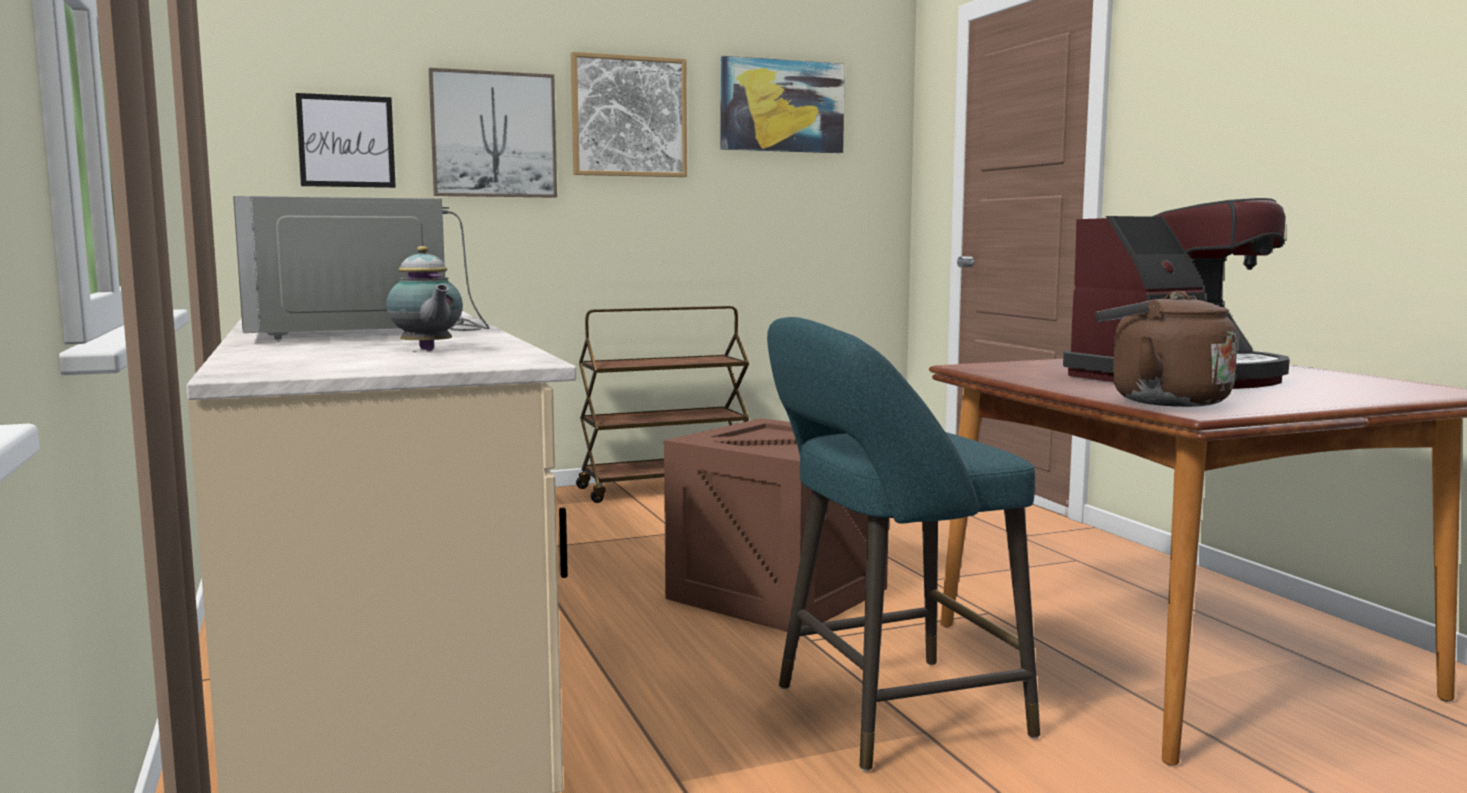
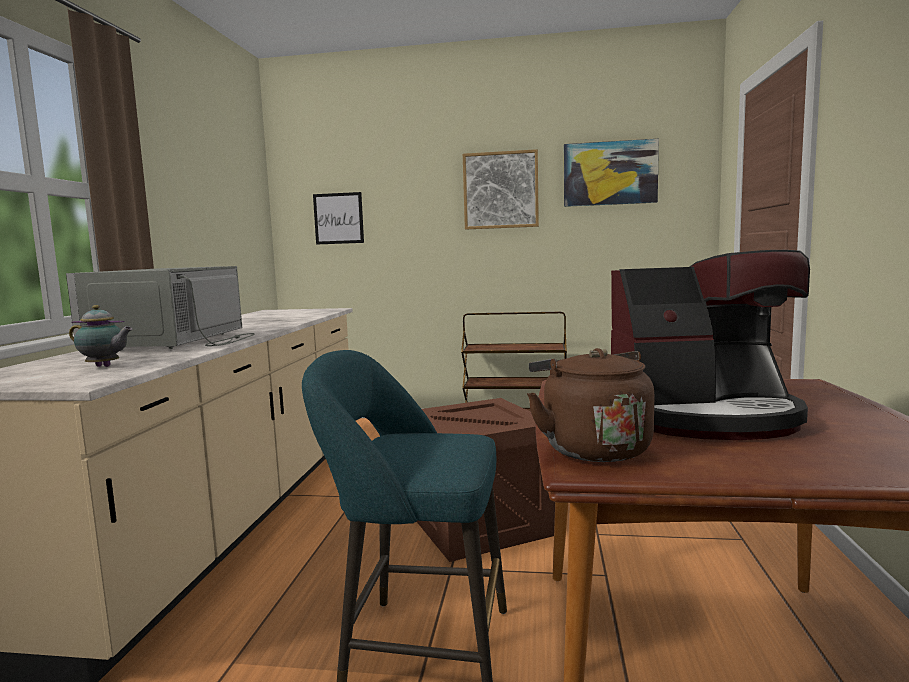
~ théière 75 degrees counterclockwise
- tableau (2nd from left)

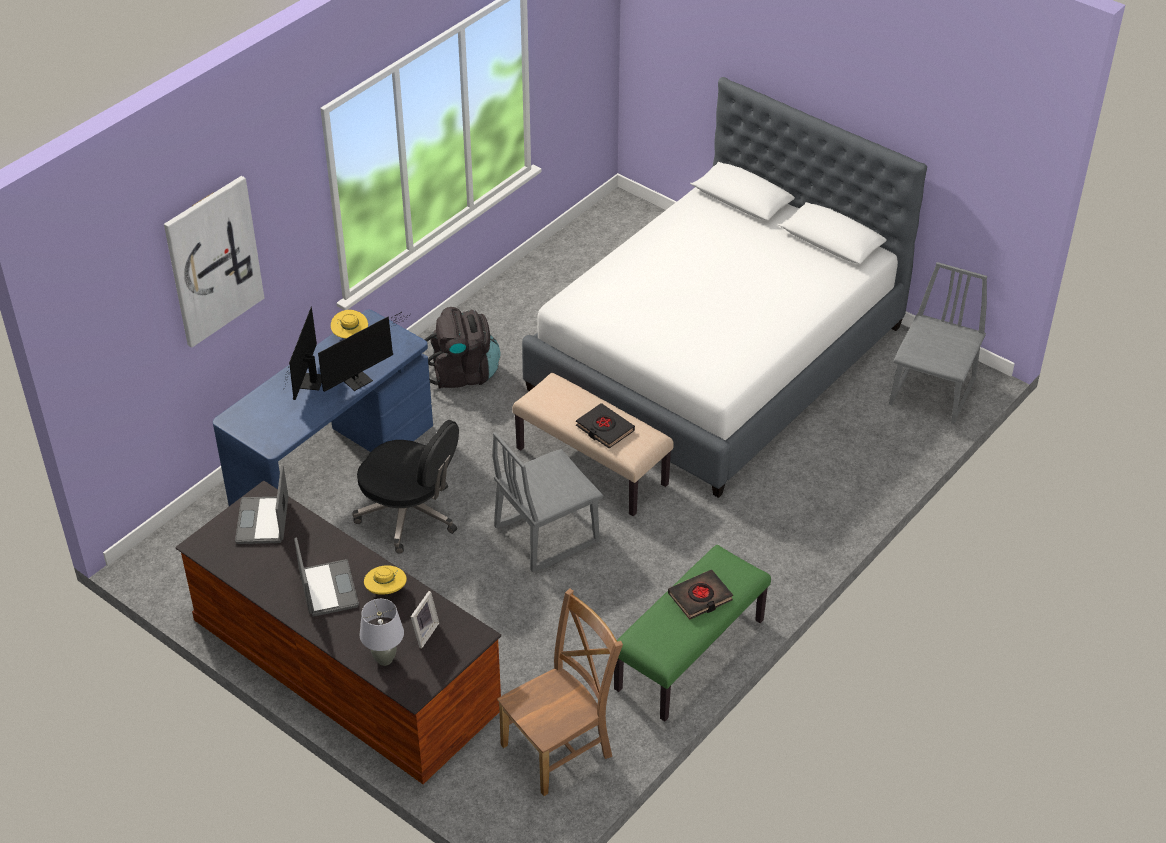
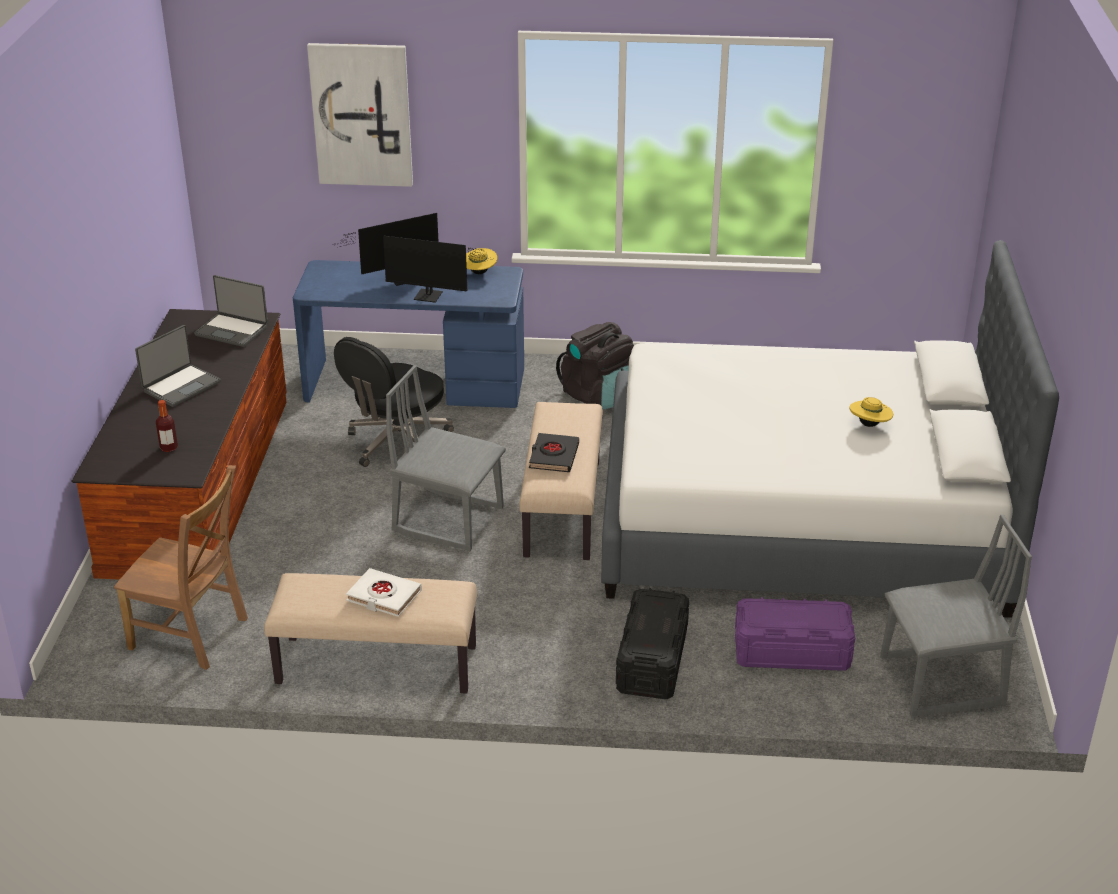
~ cadre photo to bouteille
~ ordinateur portable (1st from left in the first image) 120 degrees counterclockwise
~ banc (vert) to banc (beige) (1st from left)
~ chaise de bureau (noir) 45 degrees clockwise
~ livre (noir) (2nd from left) to livre (blanc)
+ boîte de rangement (noir)
+ boîte de rangement (violet)
~ chapeau (jaune) (2nd from left)
- lampe de table (gris)

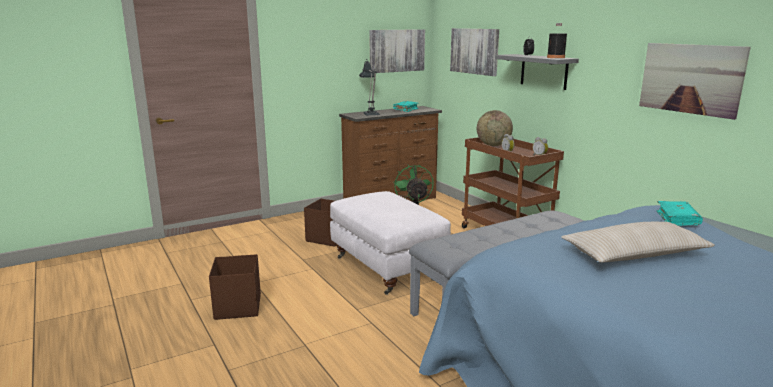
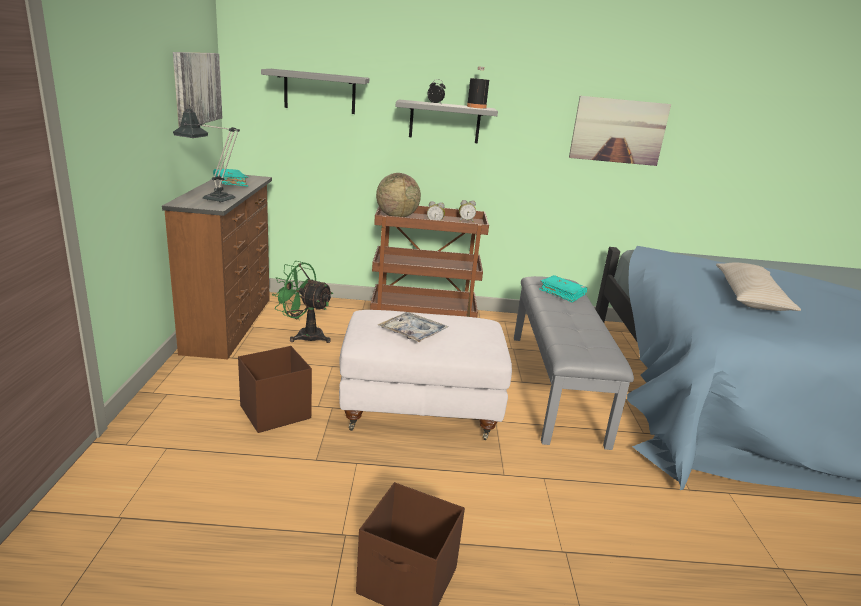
~ tableau (2nd from left) to étagère (gris) (1st from left)
+ plateau
~ livre (turquoise) (2nd from left)

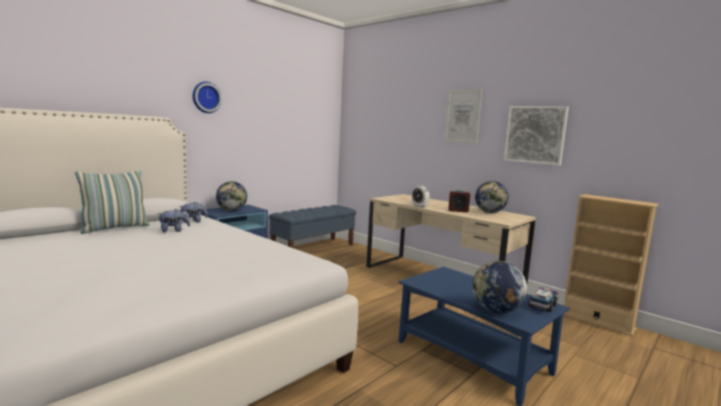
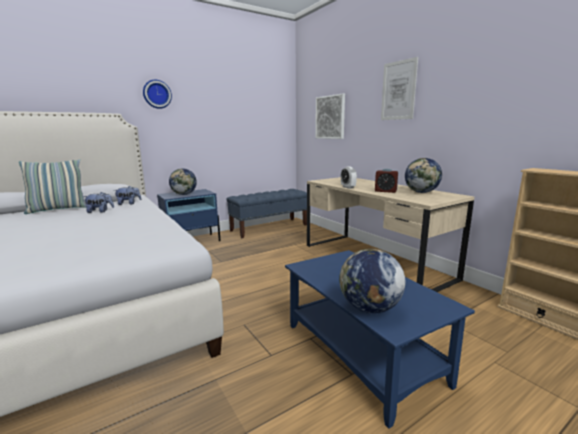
~ tableau (2nd from left in the first image) to tableau (1st from left)
- camion jouet

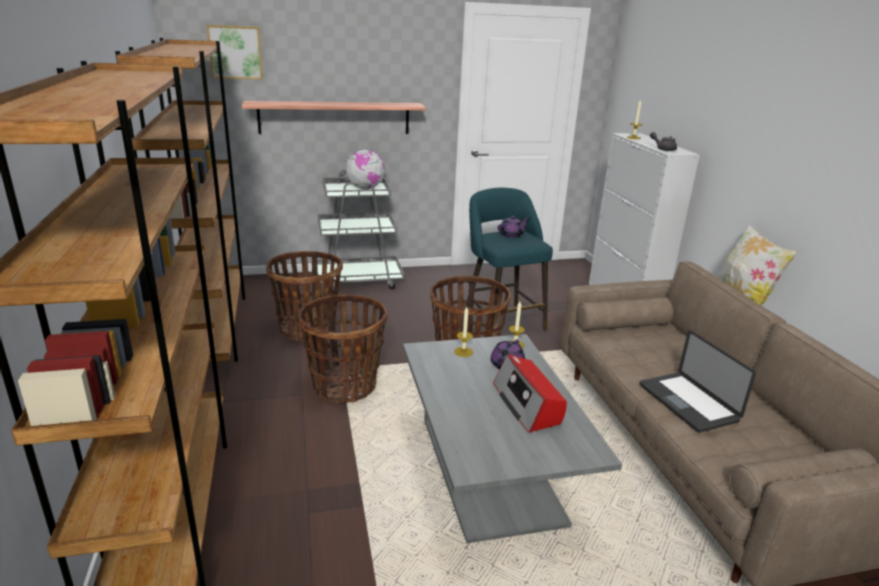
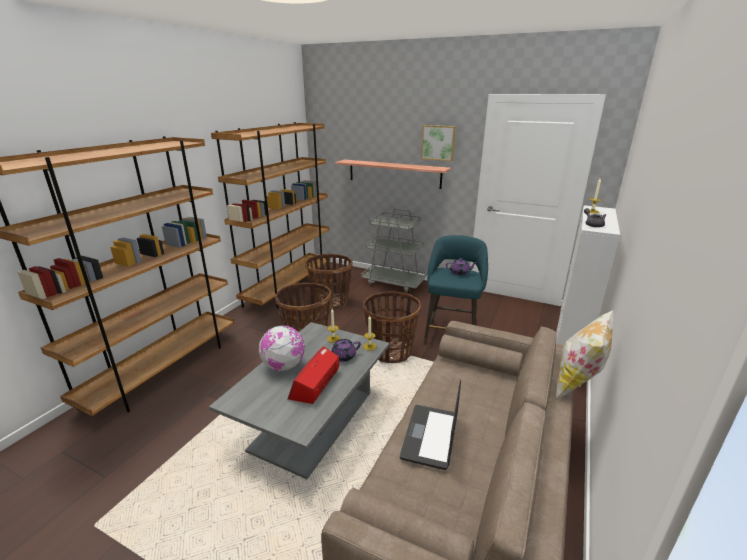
~ globe
~ tableau

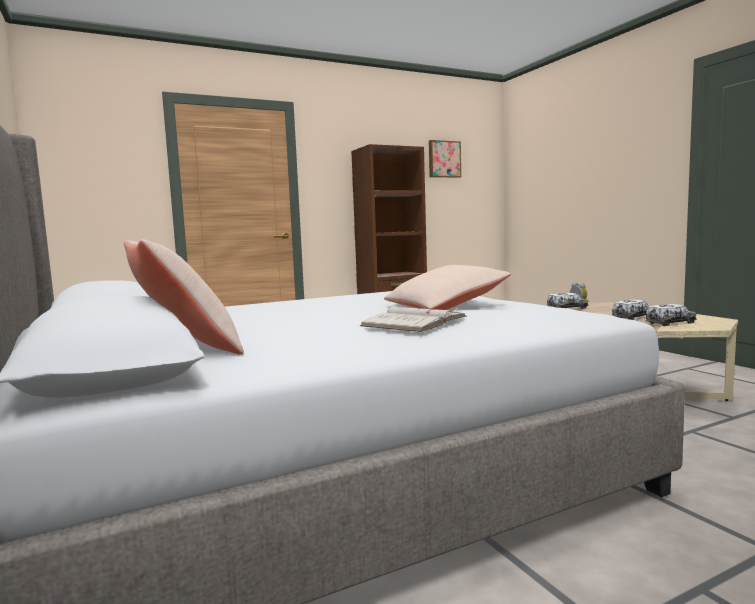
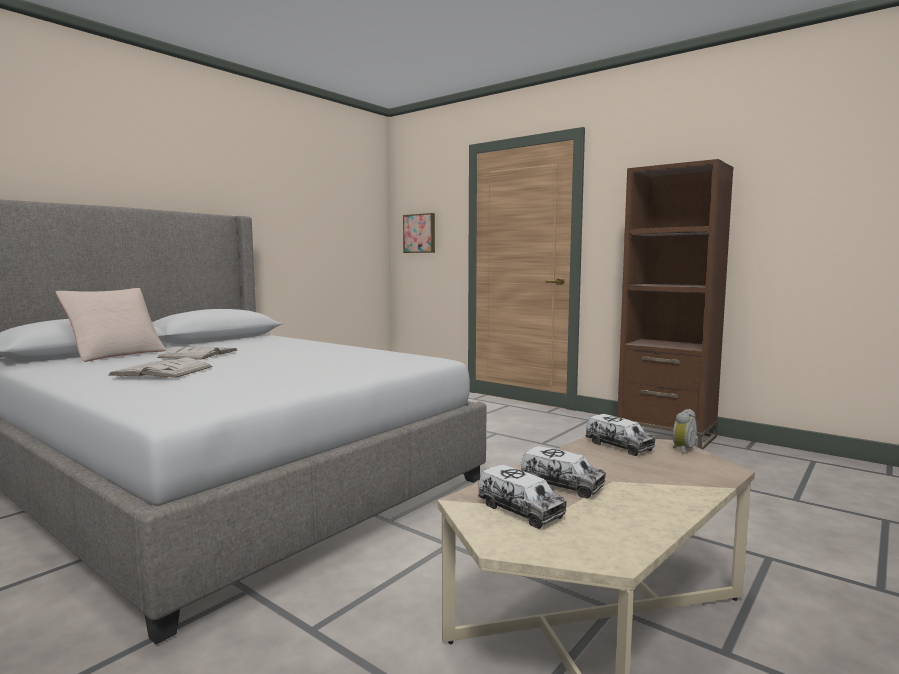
+ livre (blanc) (2nd from left)
~ tableau
- coussin (beige) (2nd from left)

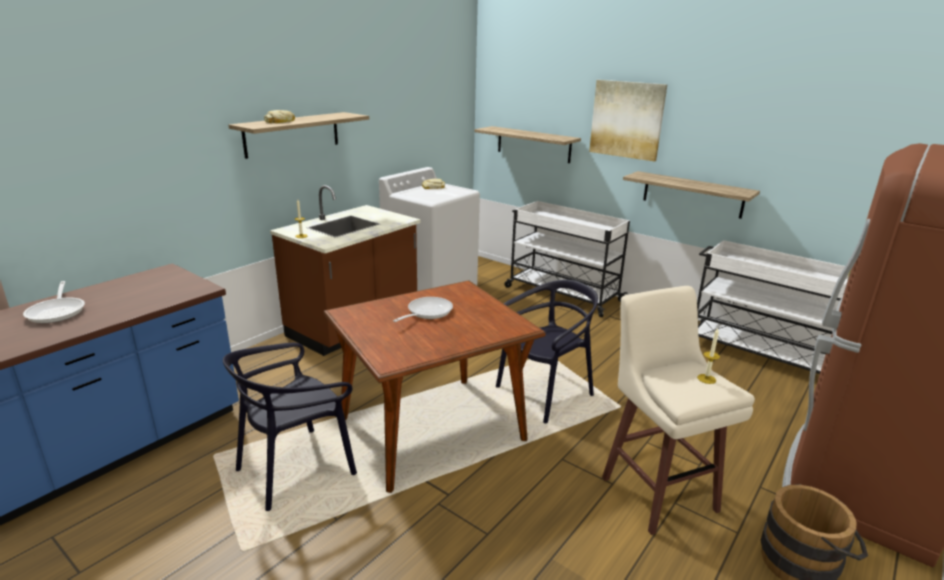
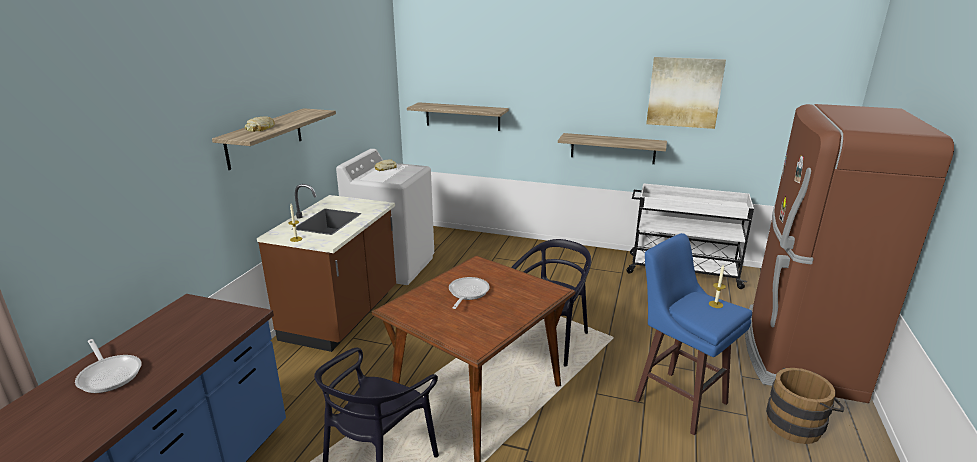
~ tabouret (beige) to tabouret (bleu)
~ tableau
- chariot (blanc) (1st from left)

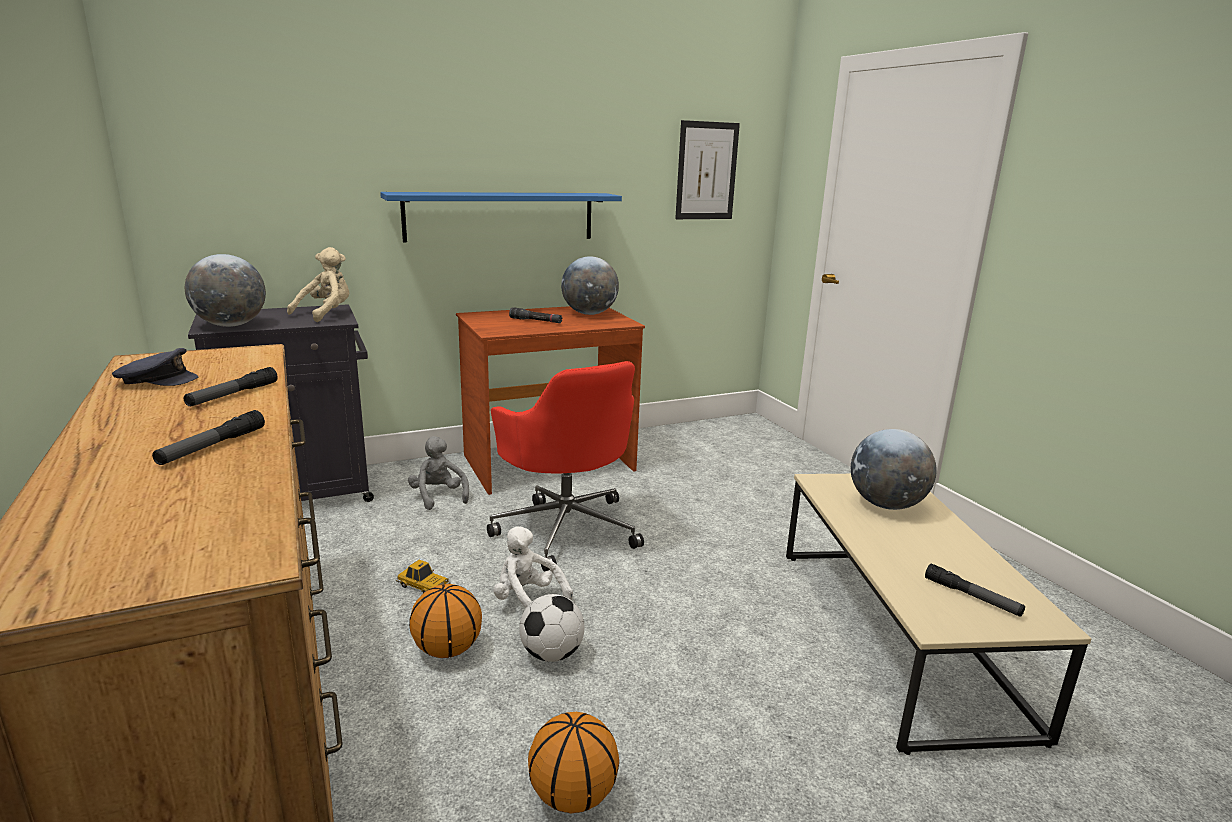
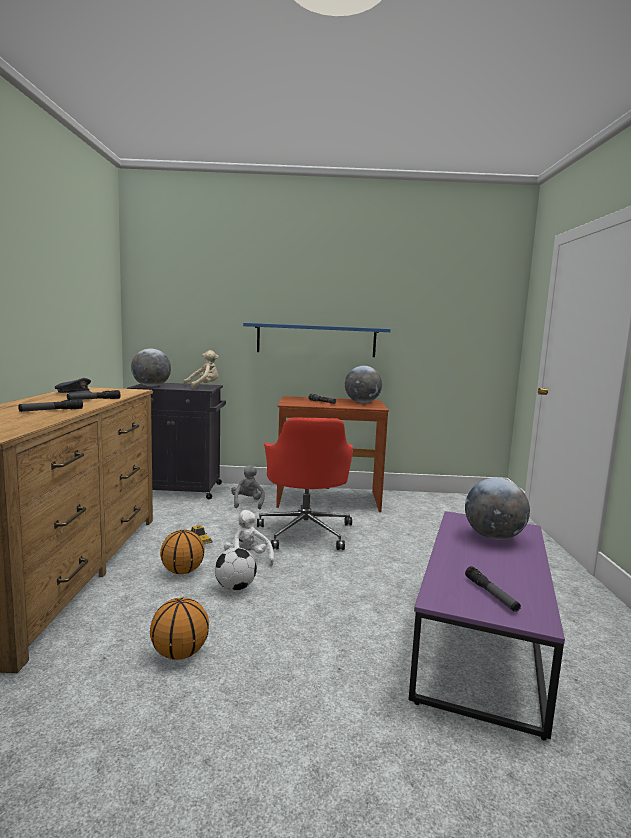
~ table basse (beige) to table basse (violet)
- tableau

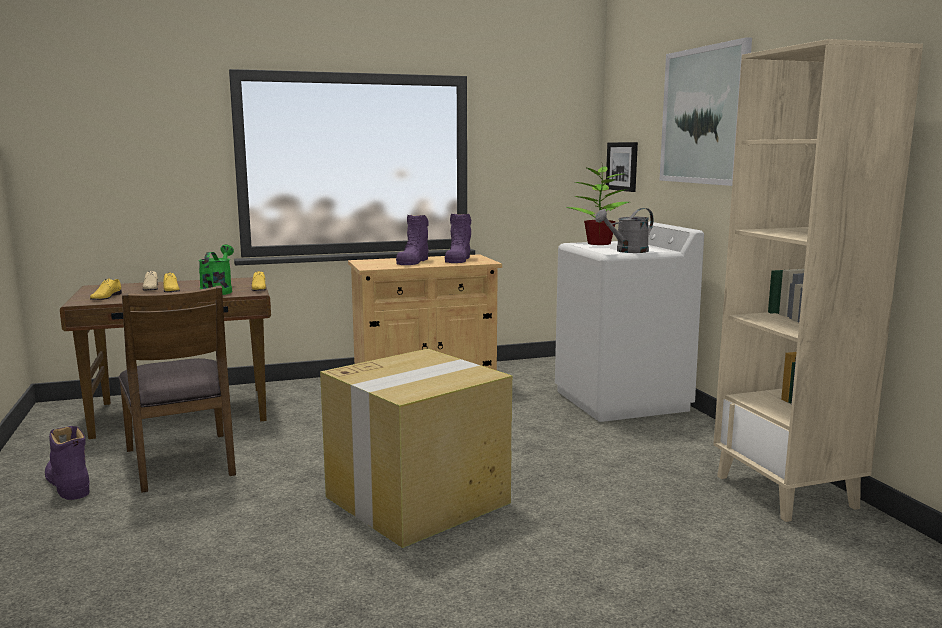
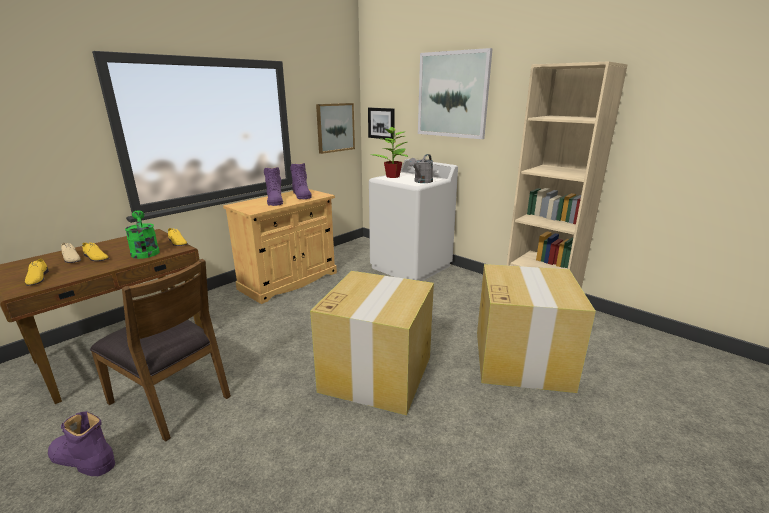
+ tableau (1st from left)
+ carton (2nd from left)

